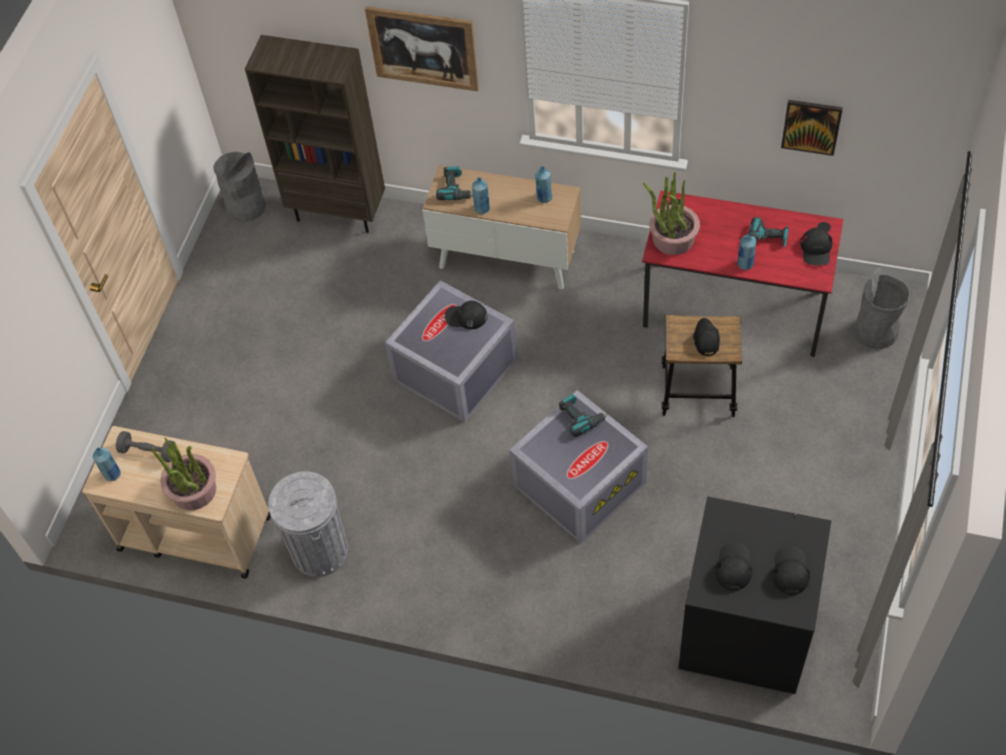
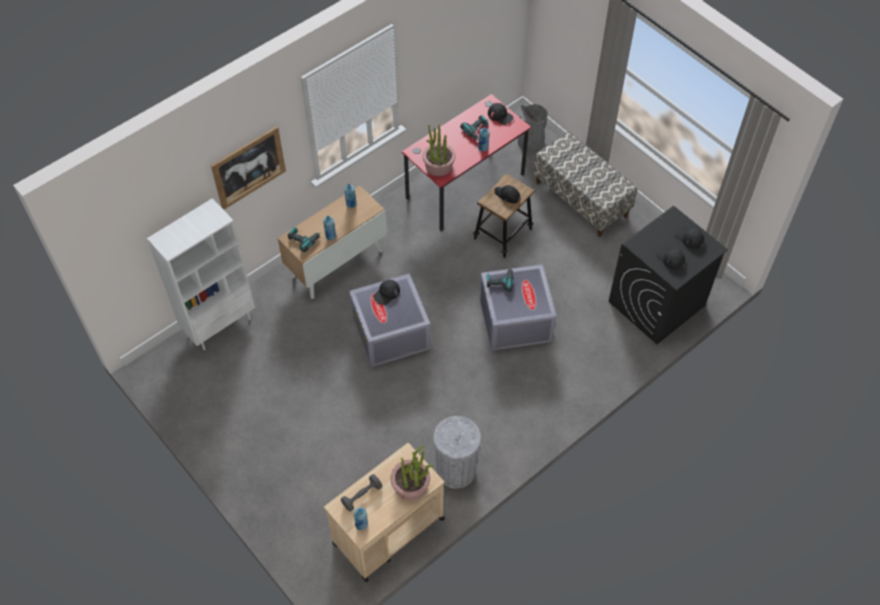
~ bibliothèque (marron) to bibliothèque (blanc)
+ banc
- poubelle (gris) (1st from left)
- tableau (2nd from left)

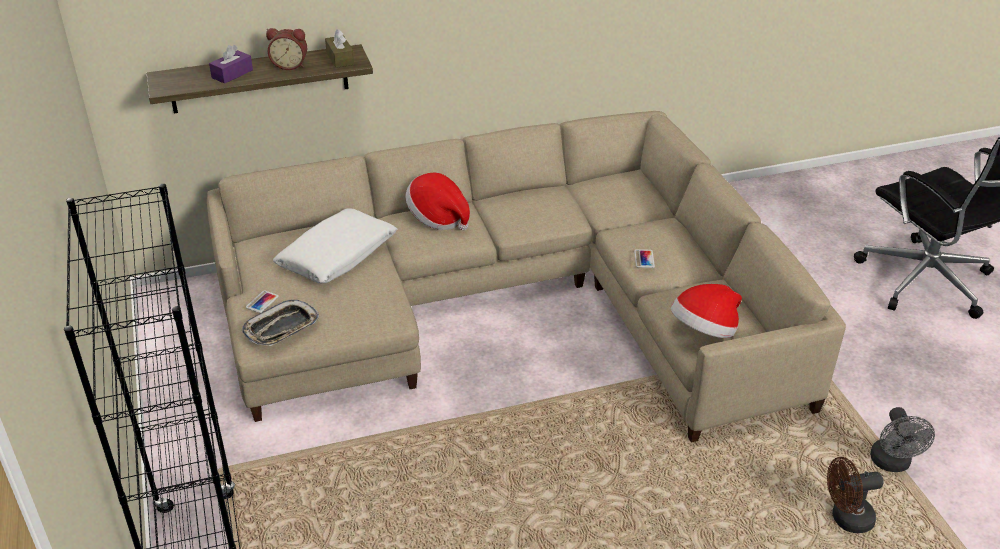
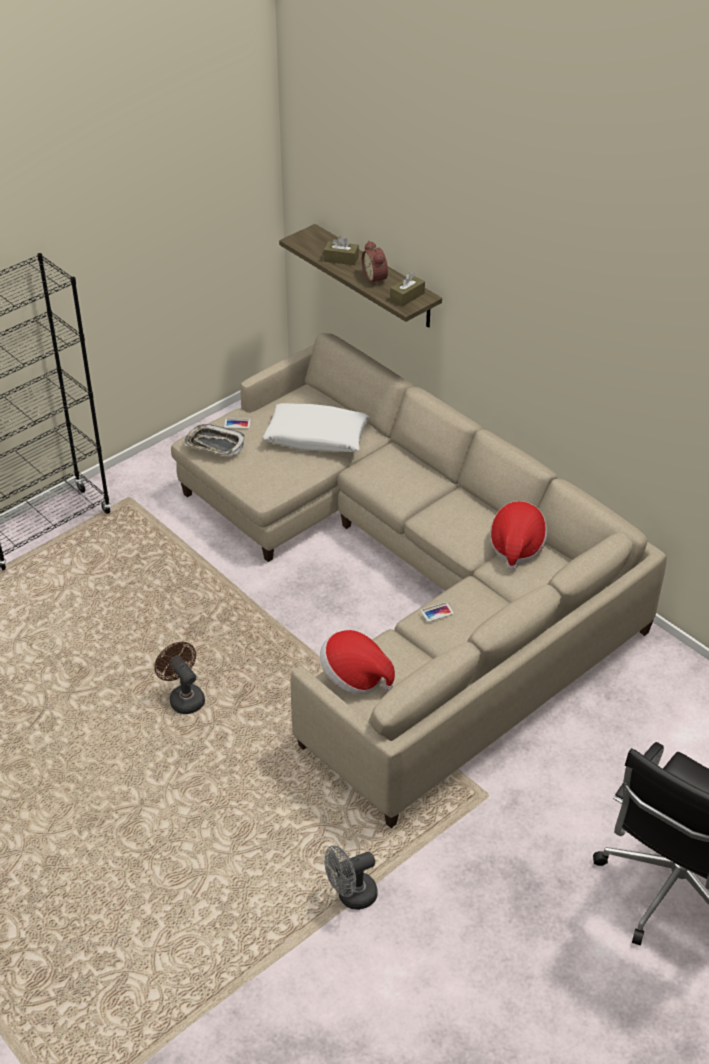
~ ventilateur (marron)
~ boîte à mouchoirs (violet) to boîte à mouchoirs (marron) (1st from left)
~ chapeau (1st from left in the first image) to chapeau (2nd from left)

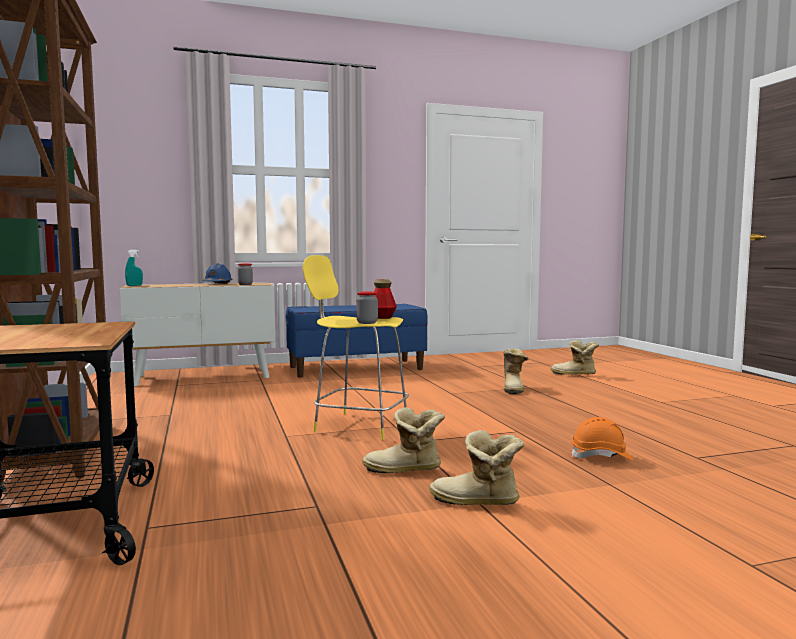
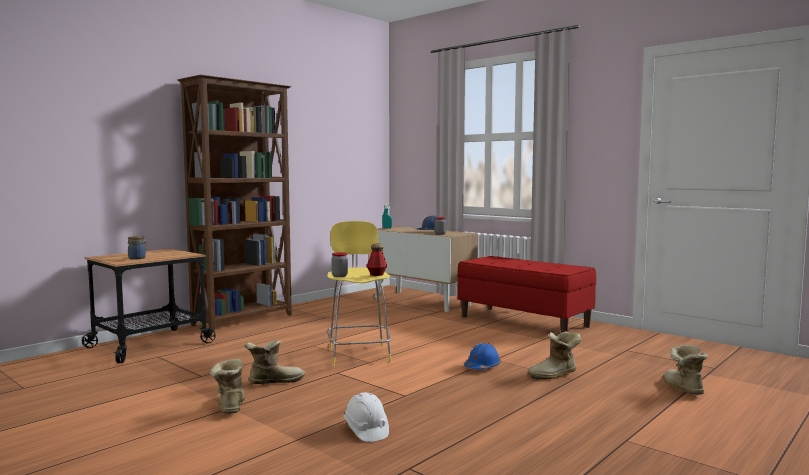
+ bocal (1st from left)
~ botte (1st from left in the first image) 90 degrees clockwise
~ casque de chantier (orange) to casque de chantier (blanc)
~ banc (bleu) to banc (rouge)
+ casque de chantier (bleu) (2nd from left)

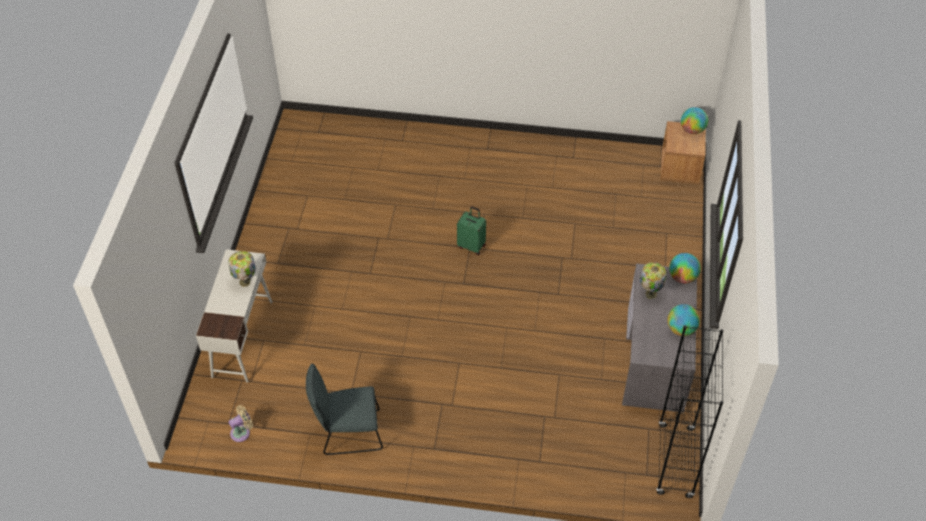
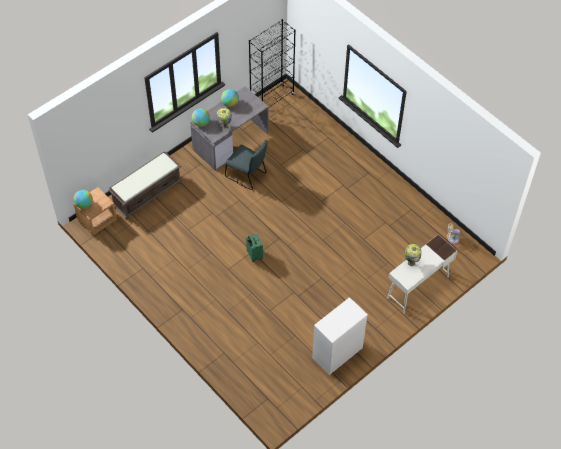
+ banc (marron)
~ chaise (gris)
+ commode (blanc)

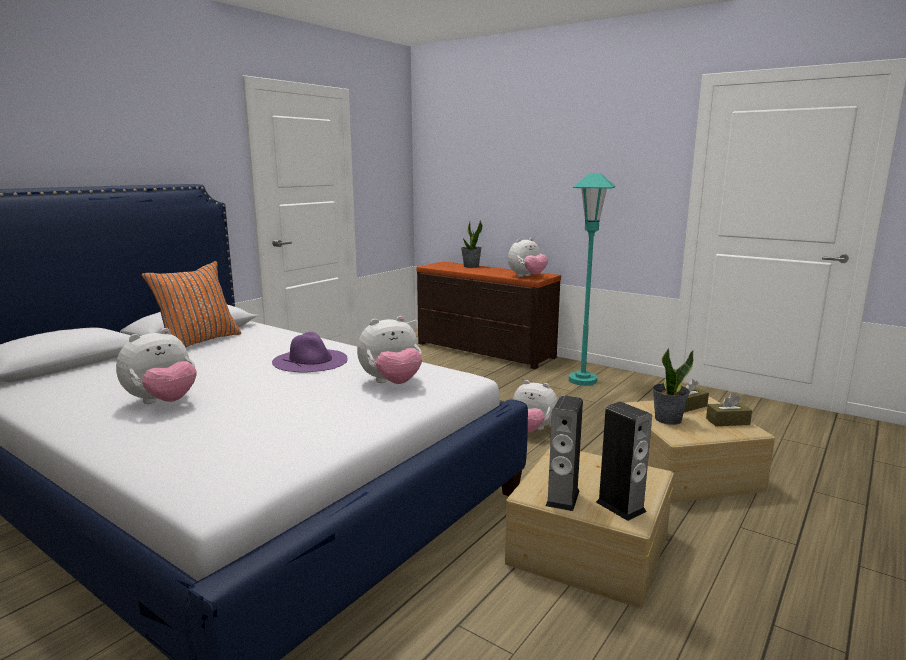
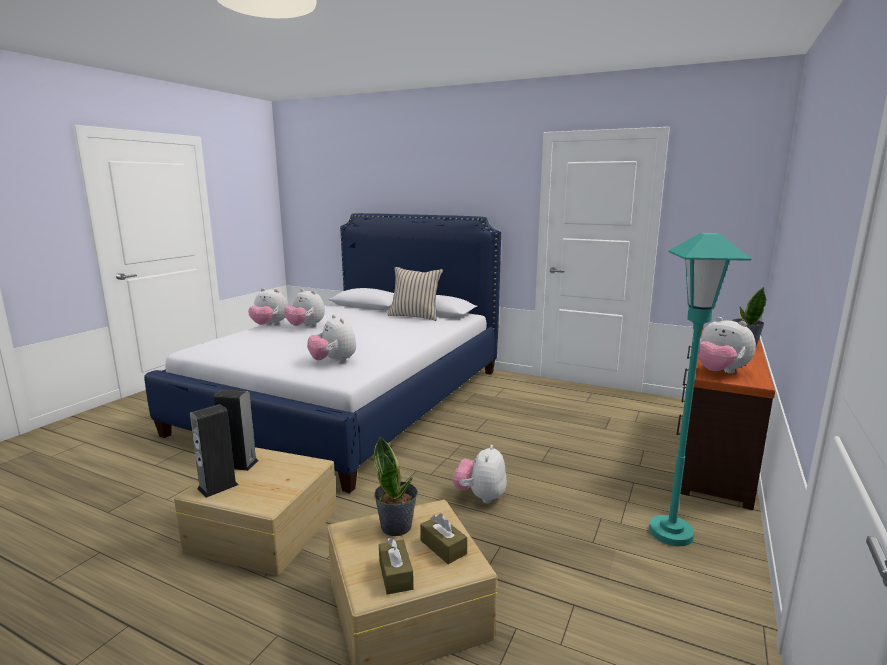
+ peluche (1st from left)
~ coussin (orange) to coussin (beige)
- chapeau (violet)

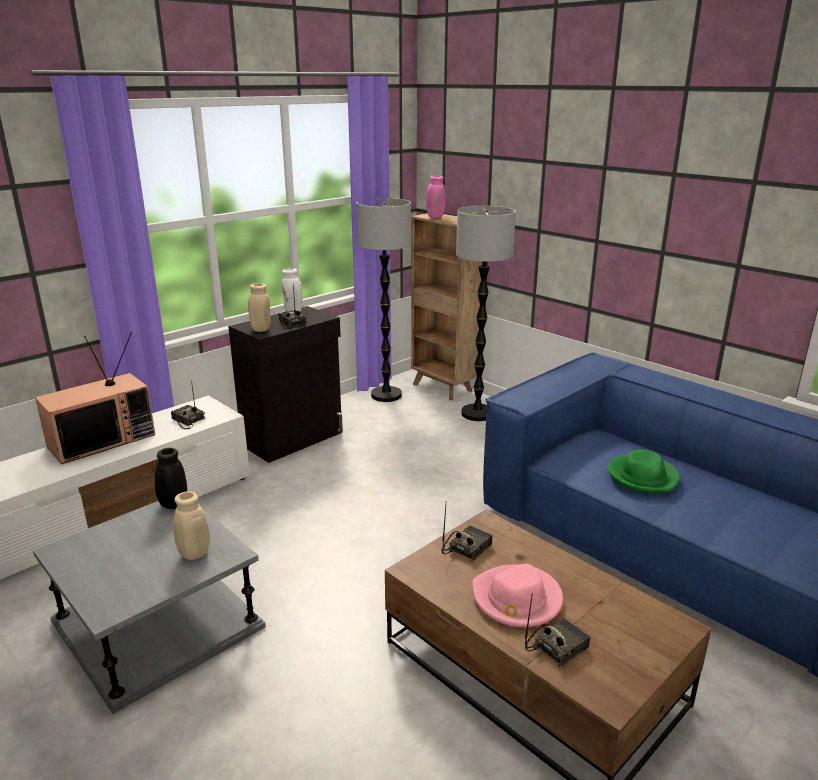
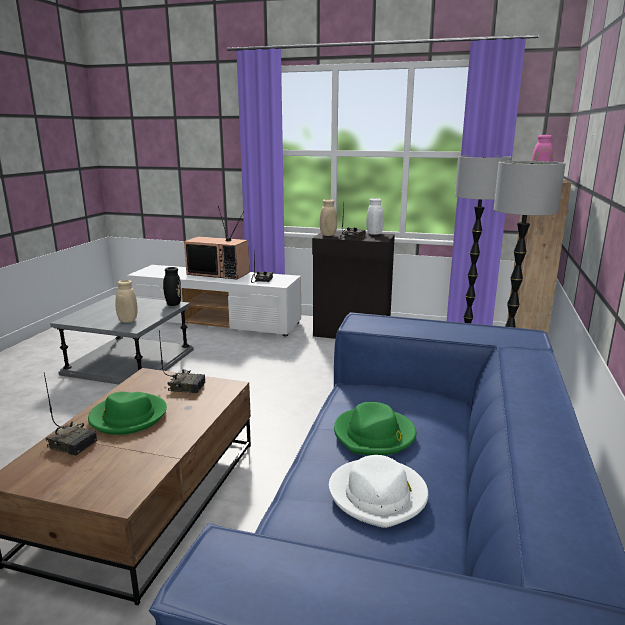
~ chapeau (rose) to chapeau (vert) (1st from left)
+ chapeau (blanc)

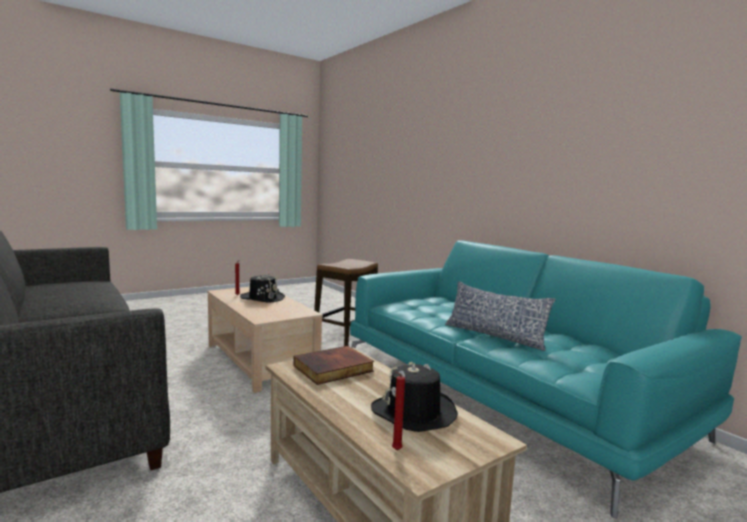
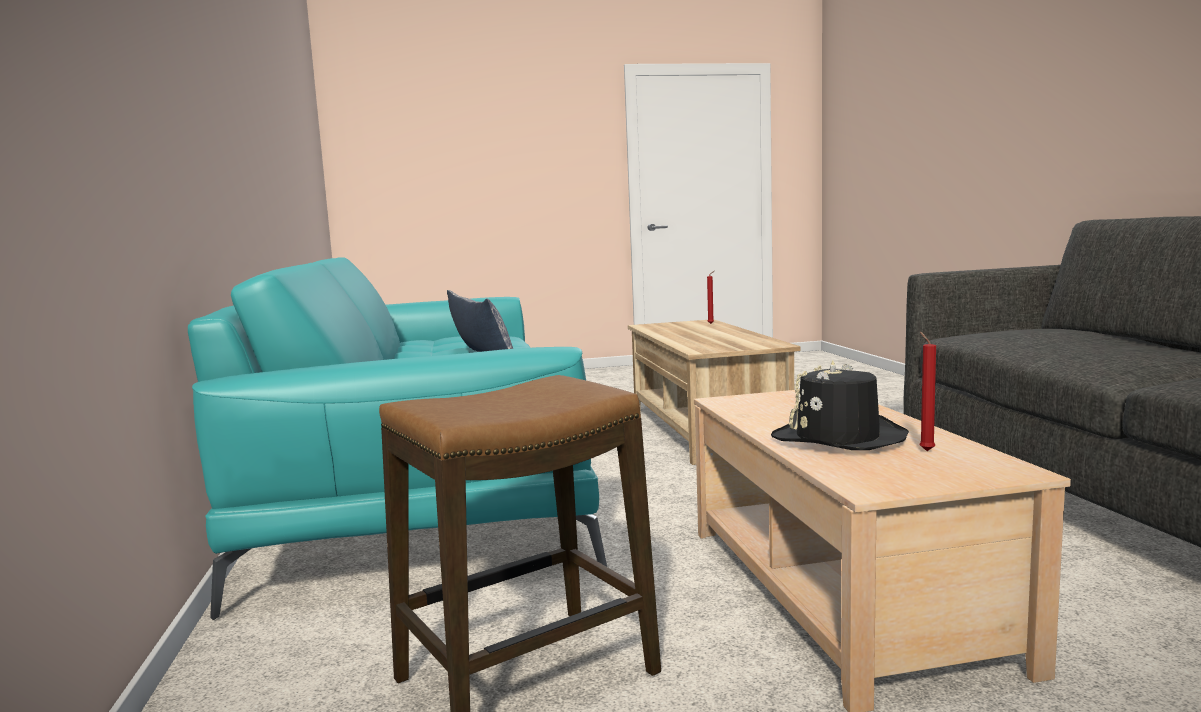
- livre
- chapeau (noir) (2nd from left)

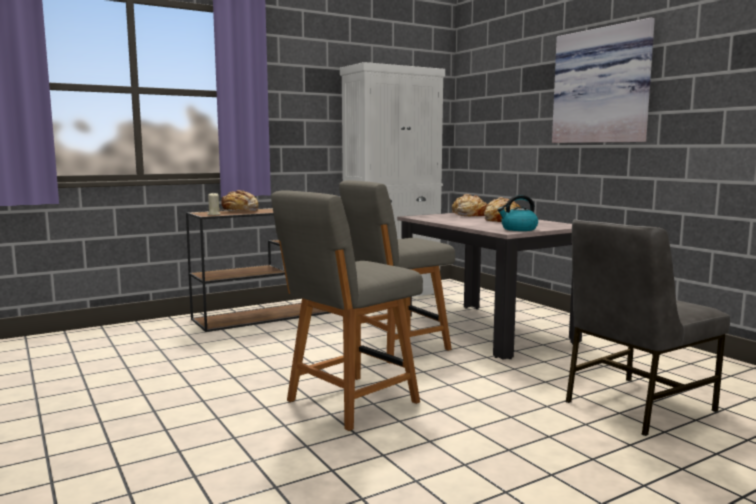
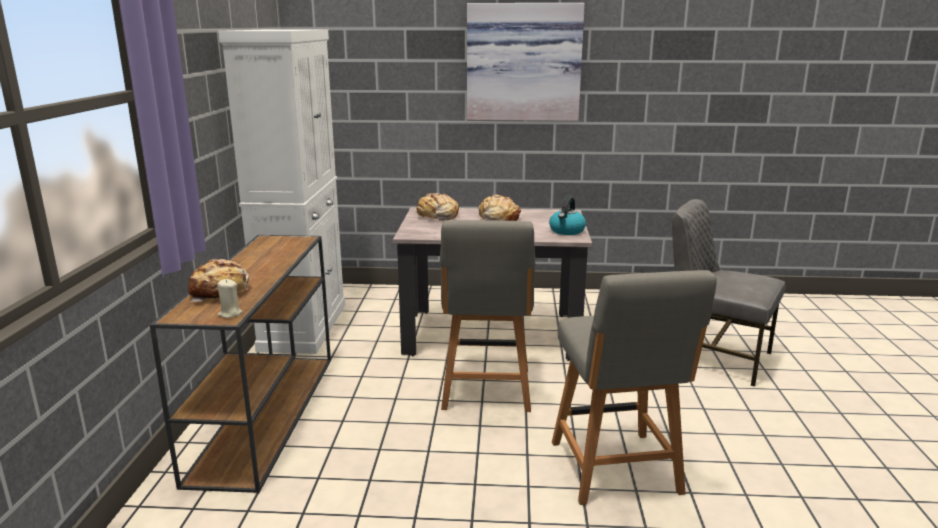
~ chaise (gris) (3rd from left) 120 degrees clockwise

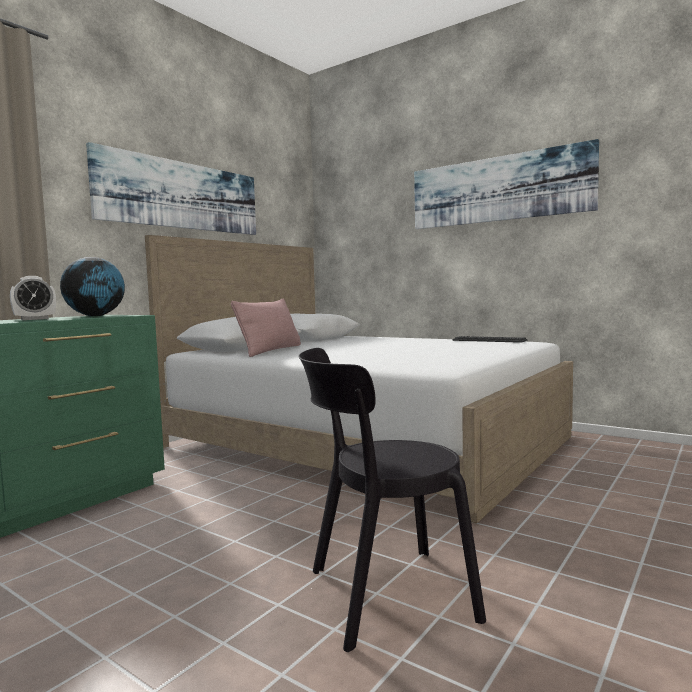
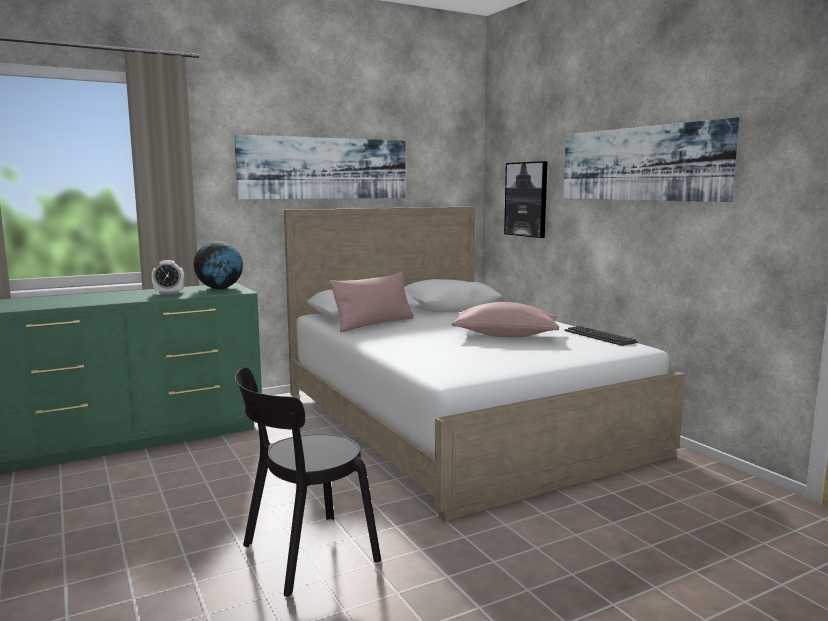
~ chaise (noir) 45 degrees counterclockwise
+ coussin (rose) (2nd from left)
+ tableau (2nd from left)

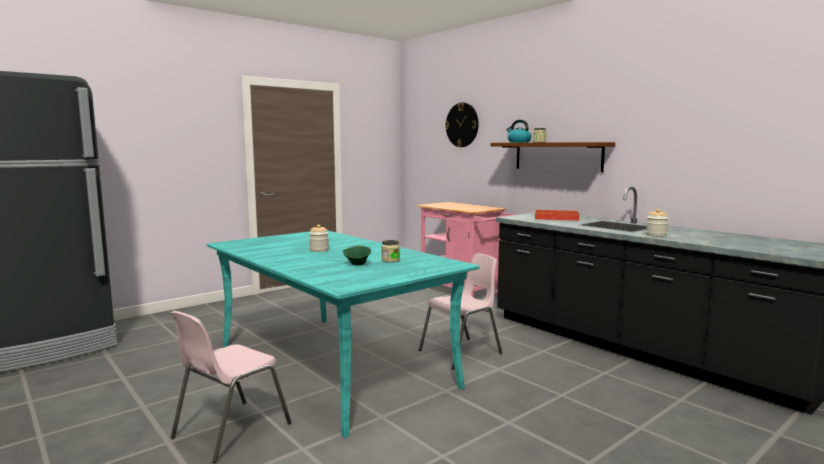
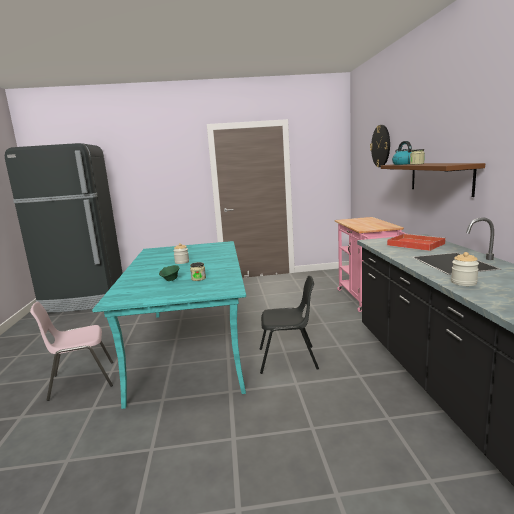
~ chaise (rose) (2nd from left) to chaise (noir)

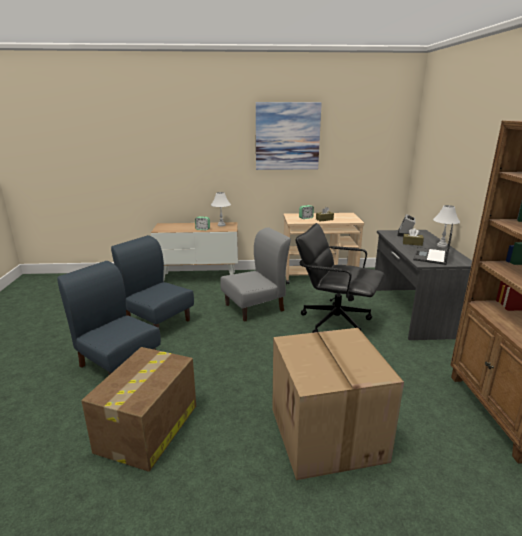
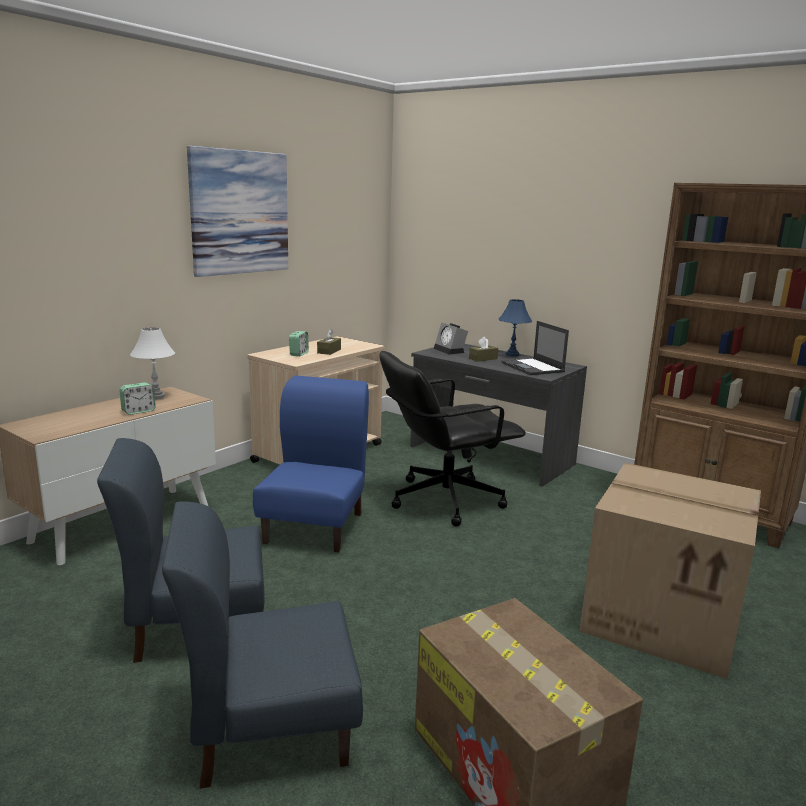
~ chaise (gris) to chaise (bleu) (3rd from left)
~ lampe de table (blanc) (2nd from left) to lampe de table (bleu)

